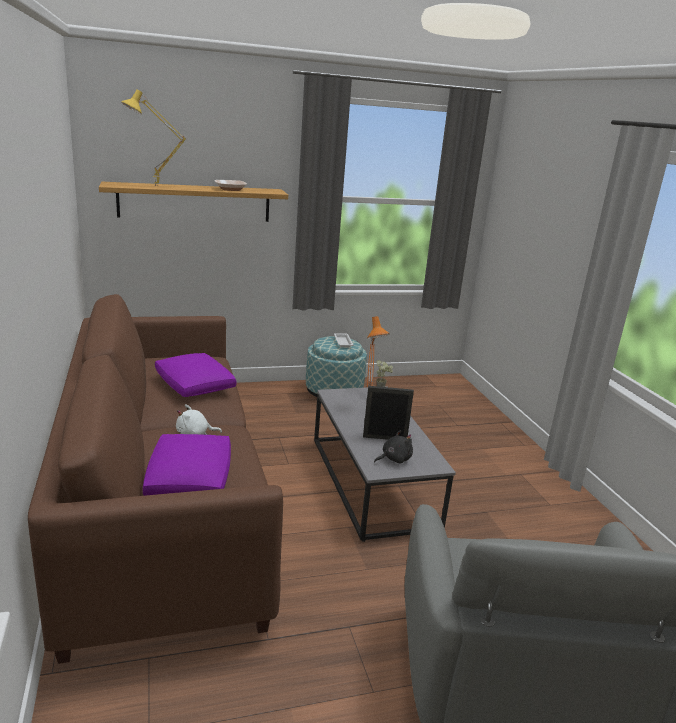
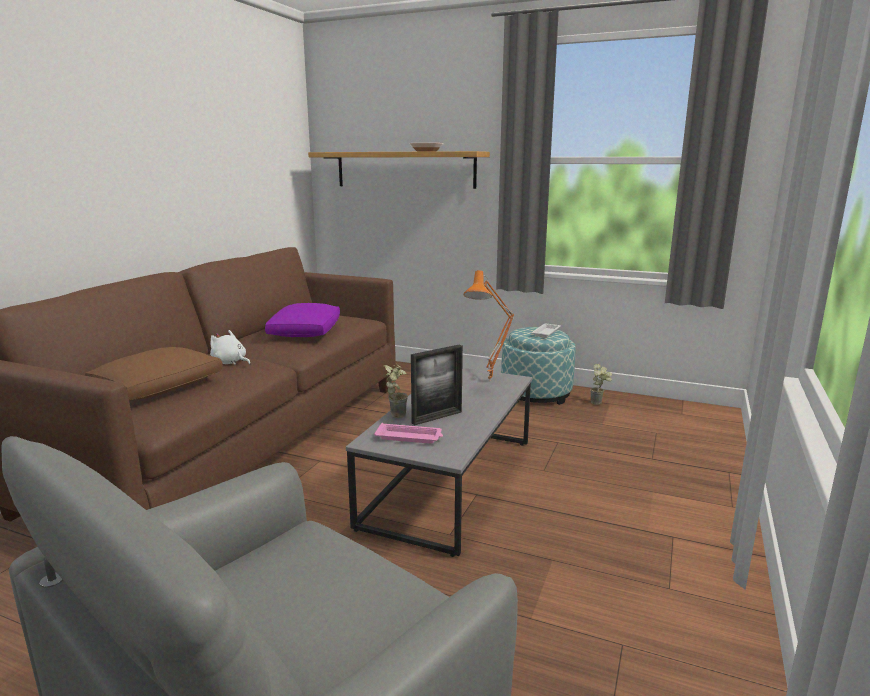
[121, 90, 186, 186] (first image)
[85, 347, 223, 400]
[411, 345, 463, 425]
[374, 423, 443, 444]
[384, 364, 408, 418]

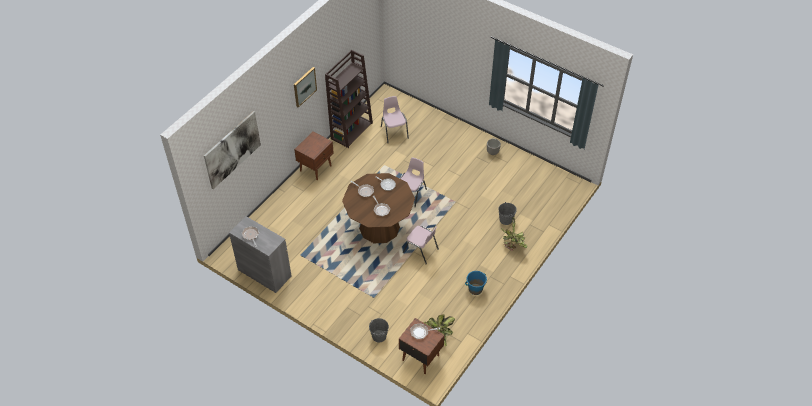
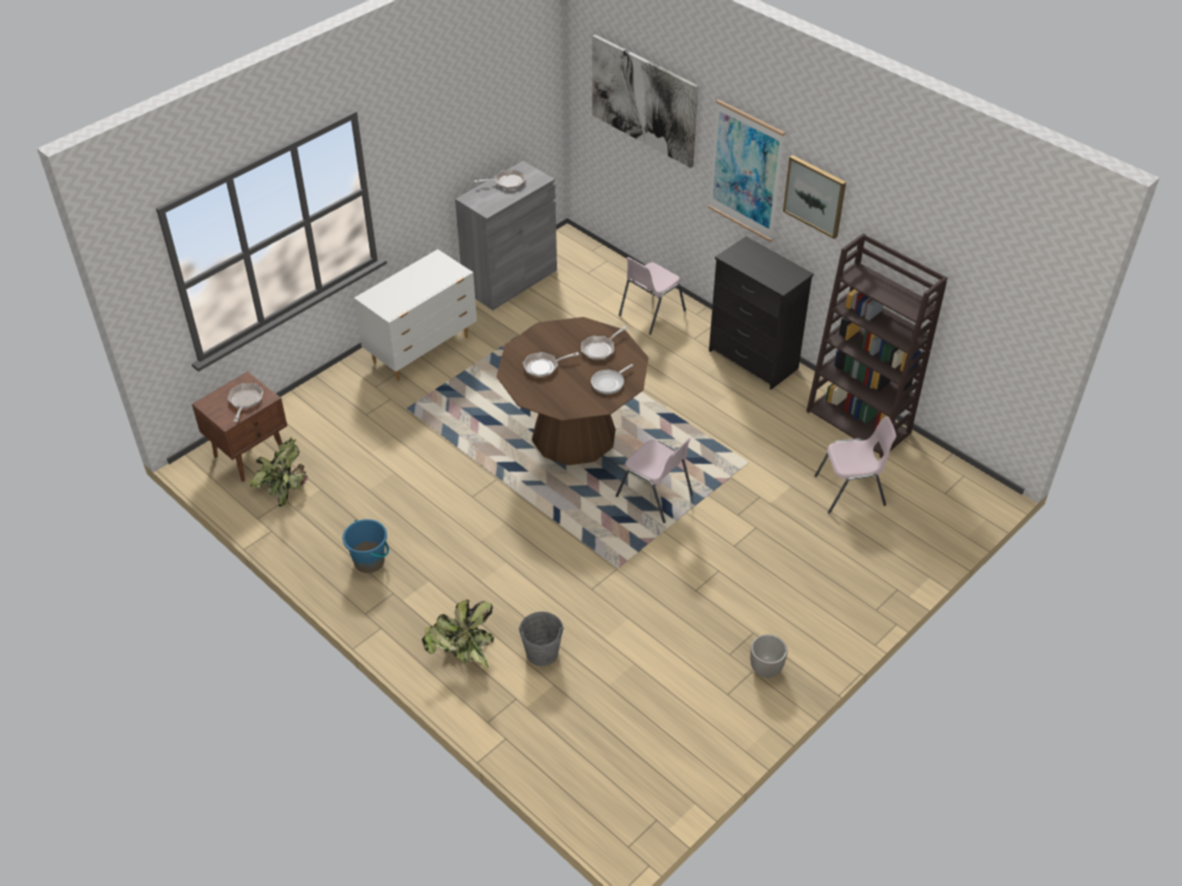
[709, 236, 814, 390]
[369, 318, 389, 342] (first image)
[619, 257, 686, 335]
[354, 249, 477, 381]
[708, 99, 785, 242]

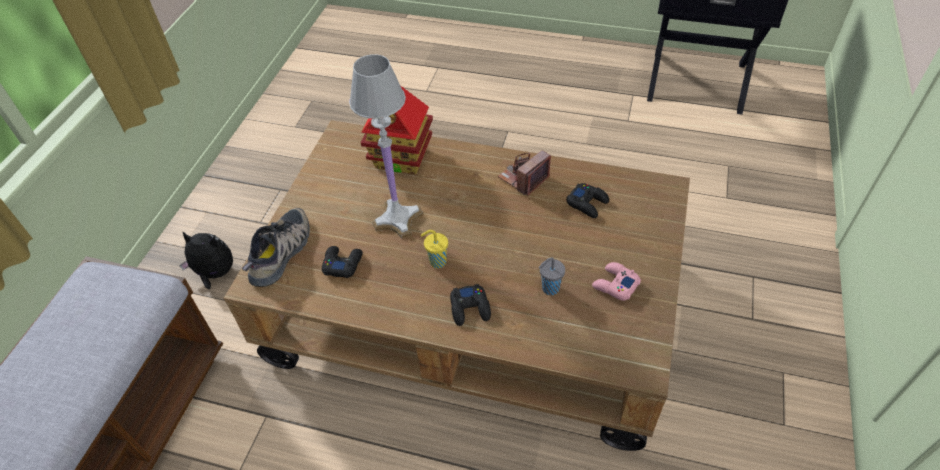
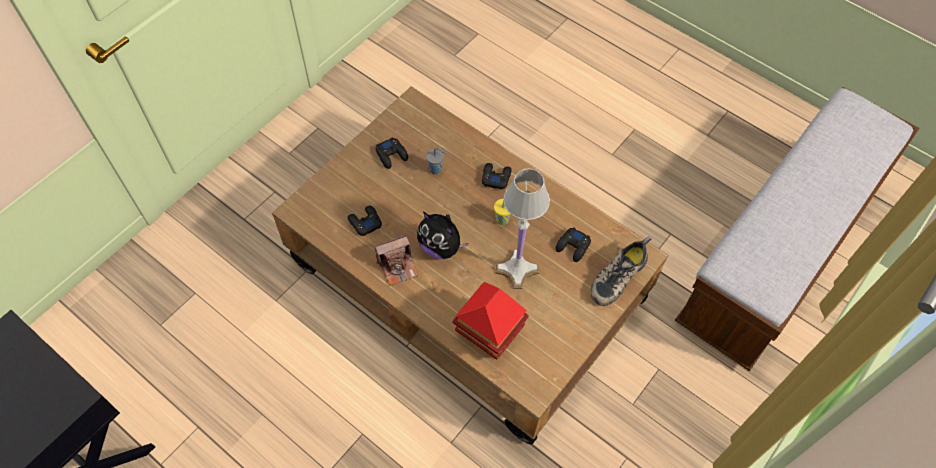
[417, 212, 468, 259]
[375, 137, 408, 169]

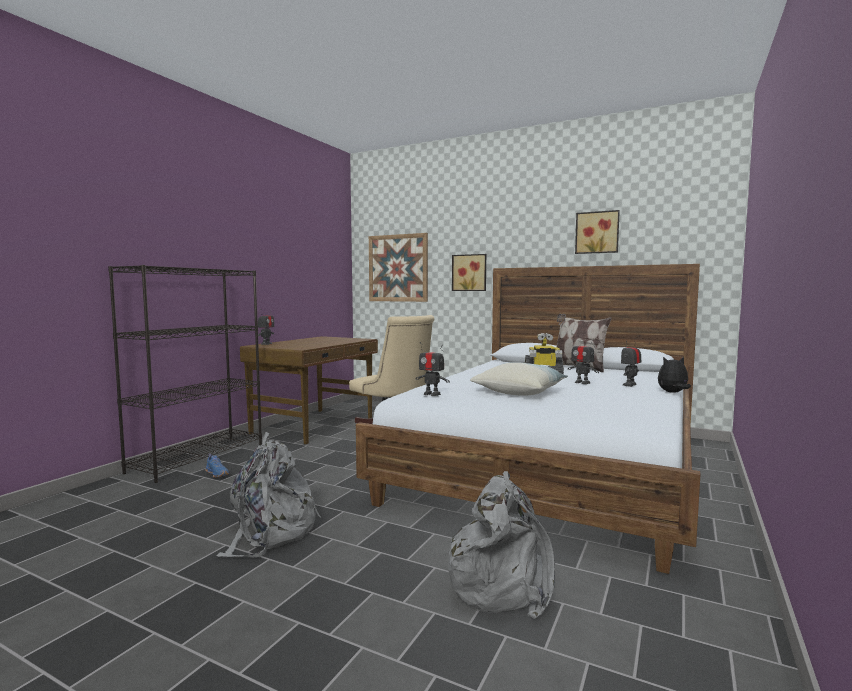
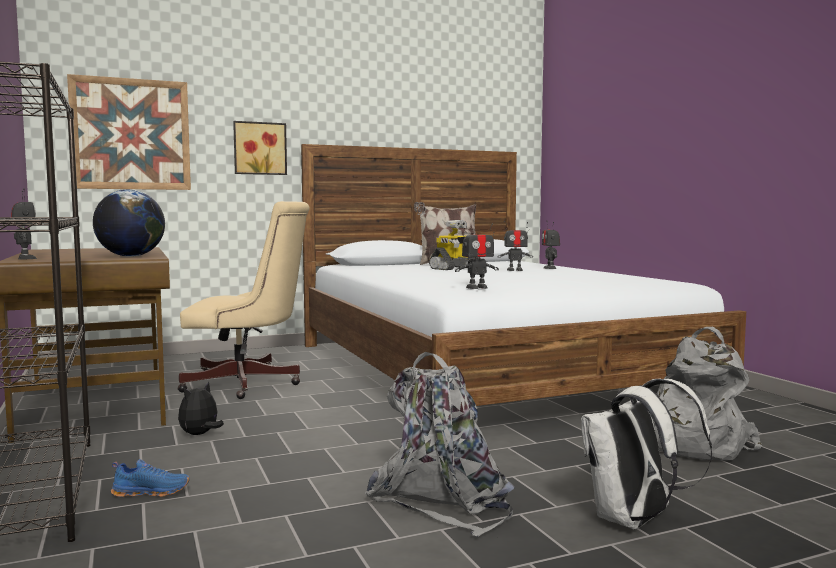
[470, 362, 568, 396] (first image)
[575, 210, 620, 254] (first image)
[178, 382, 224, 435]
[93, 190, 165, 257]
[581, 379, 712, 529]

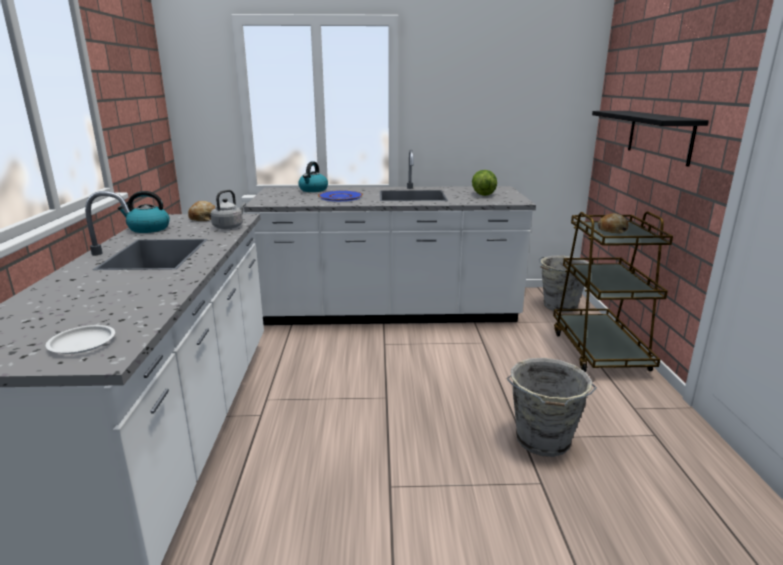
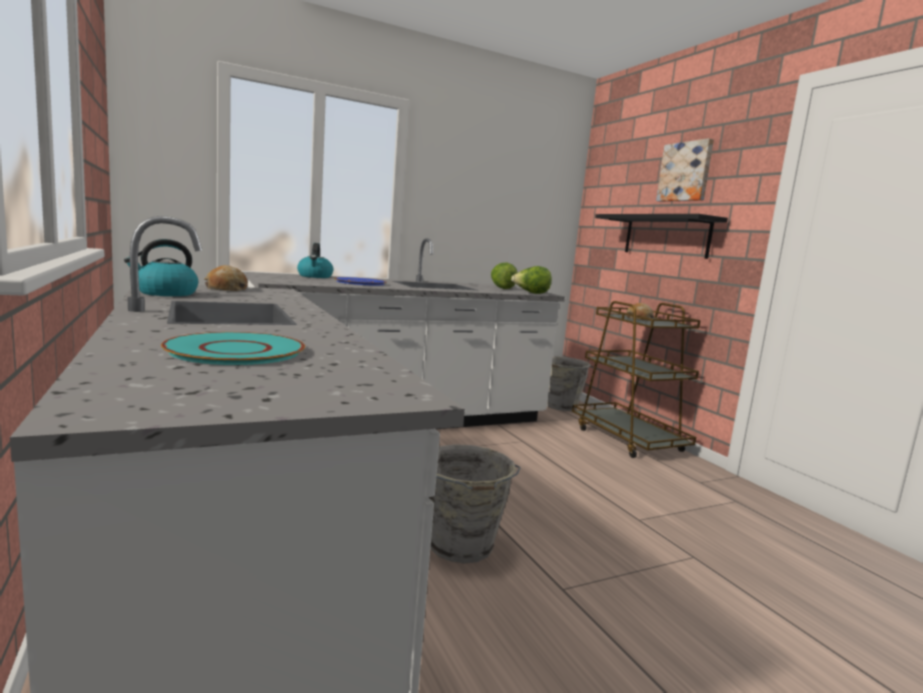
[46, 325, 115, 354] (first image)
[211, 190, 246, 229] (first image)
[429, 444, 521, 563]
[161, 332, 305, 365]
[511, 266, 552, 294]
[656, 138, 714, 202]

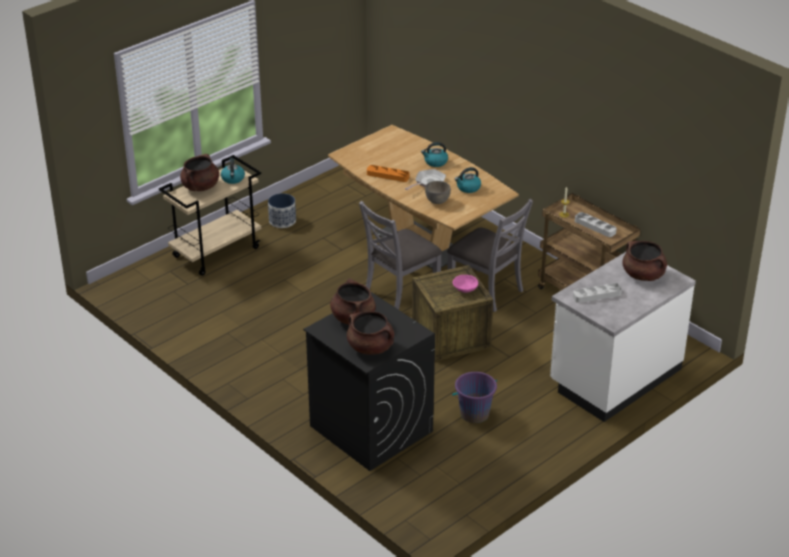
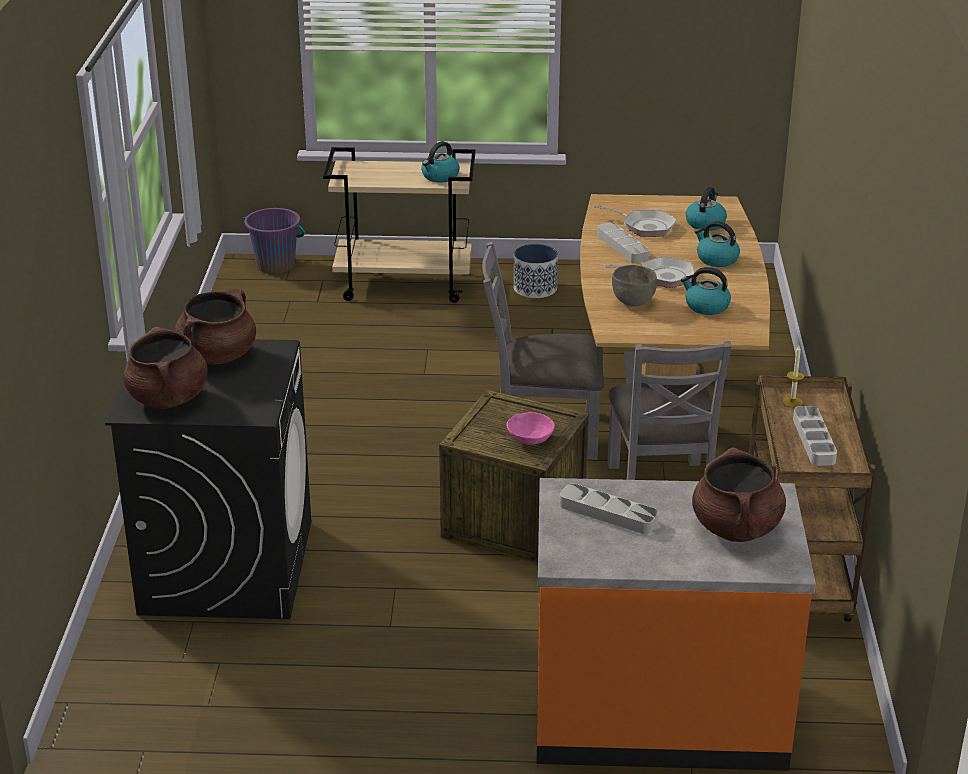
[180, 154, 219, 191] (first image)
[597, 222, 649, 263]
[243, 208, 305, 274]
[537, 478, 816, 771]
[594, 204, 677, 237]
[686, 186, 727, 231]

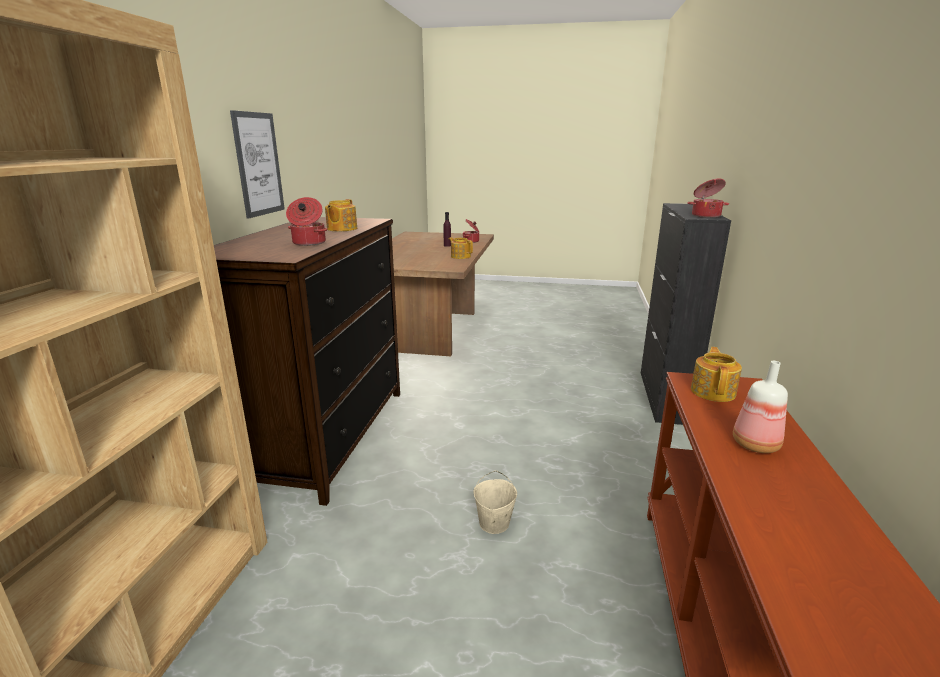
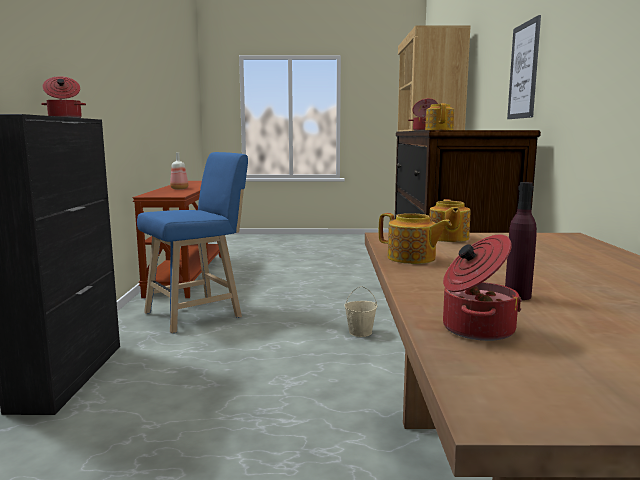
[345, 286, 377, 337]
[429, 199, 470, 242]
[137, 152, 248, 333]

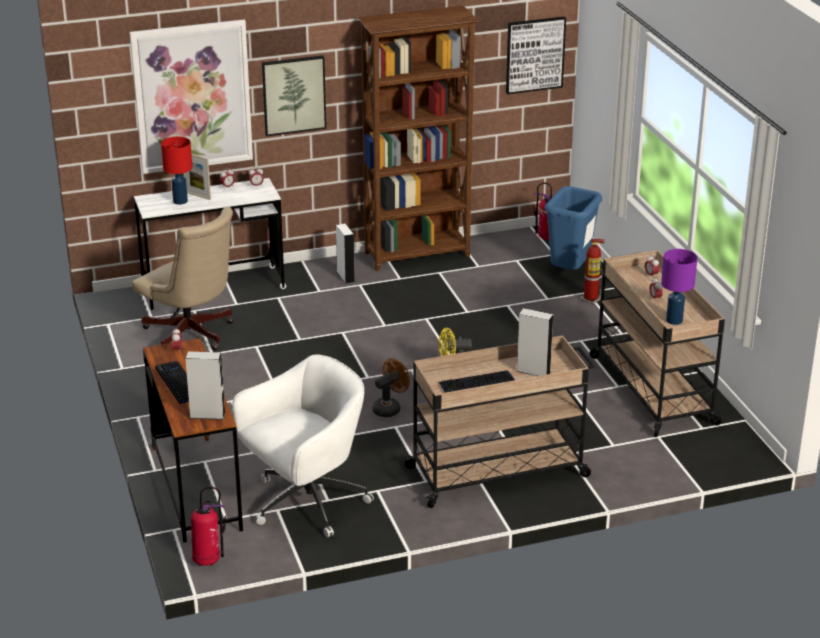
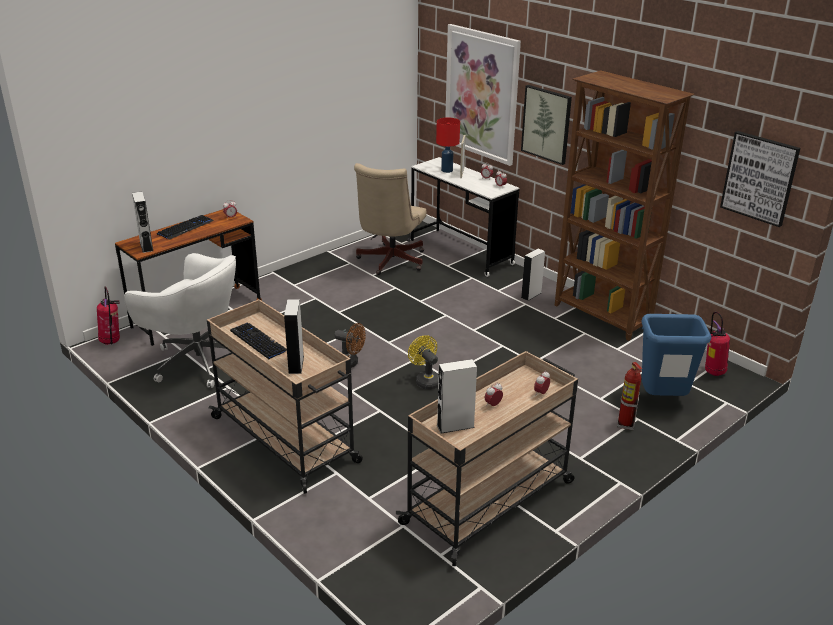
[437, 359, 477, 433]

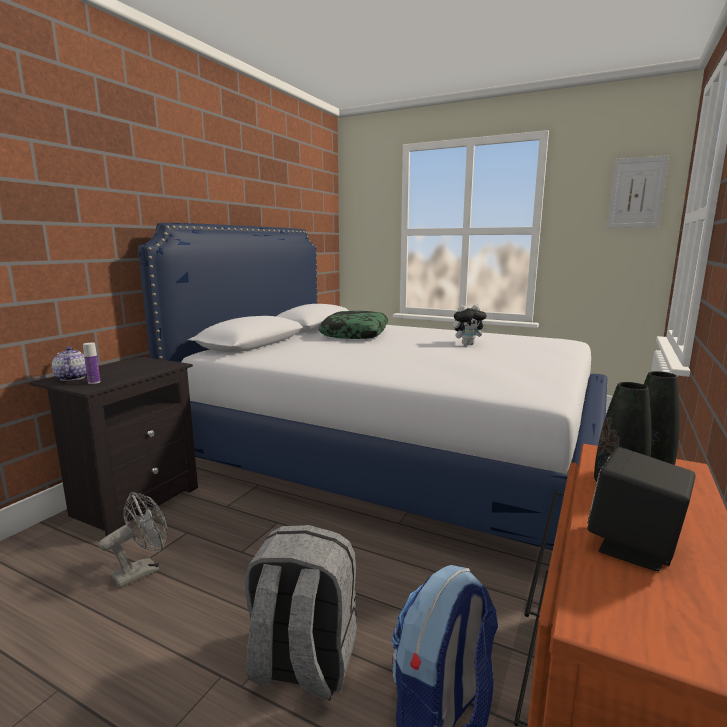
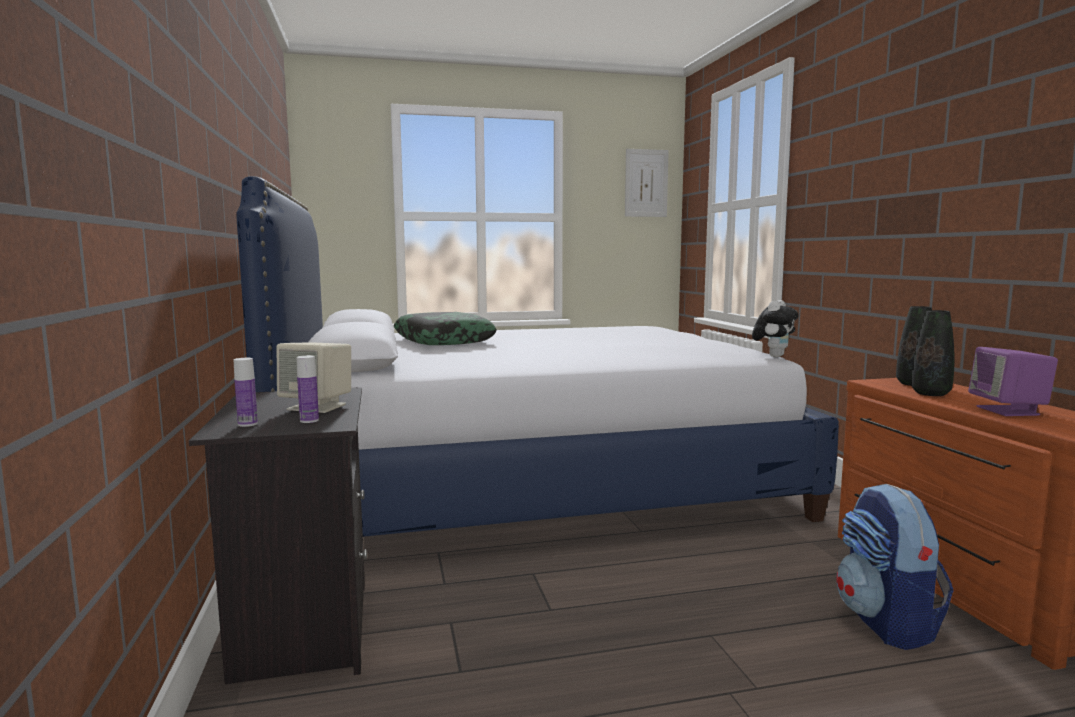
[234, 358, 258, 427]
[99, 492, 168, 588] (first image)
[245, 525, 357, 700] (first image)
[752, 300, 799, 357]
[968, 347, 1058, 416]
[276, 342, 351, 413]

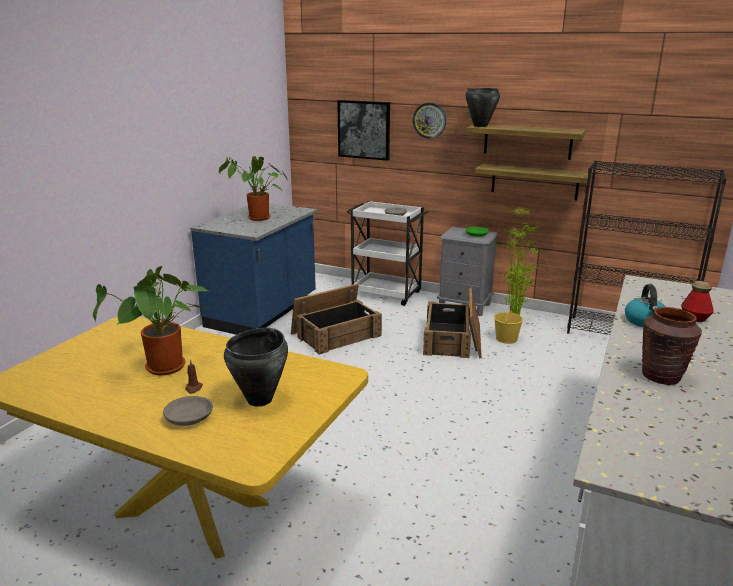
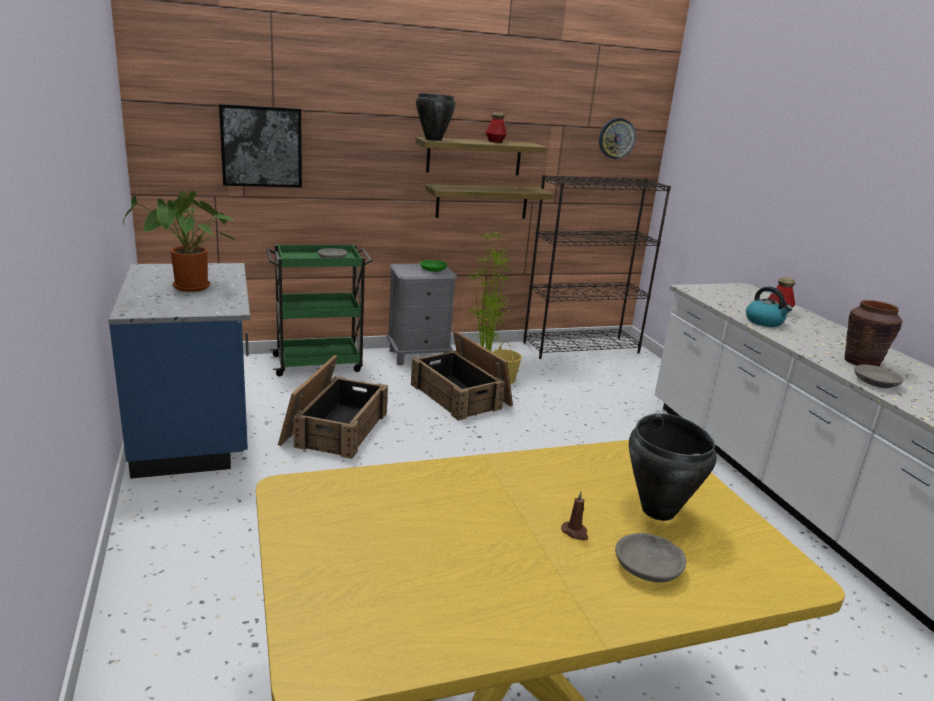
[93, 266, 208, 375] (first image)
[266, 244, 372, 376]
[599, 118, 636, 159]
[486, 112, 507, 143]
[854, 364, 904, 388]

